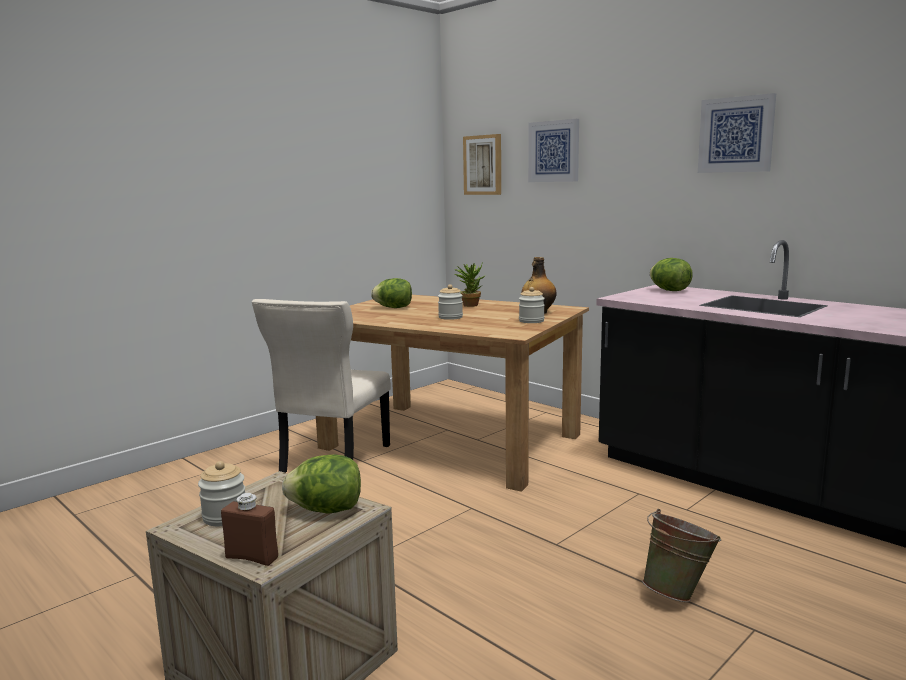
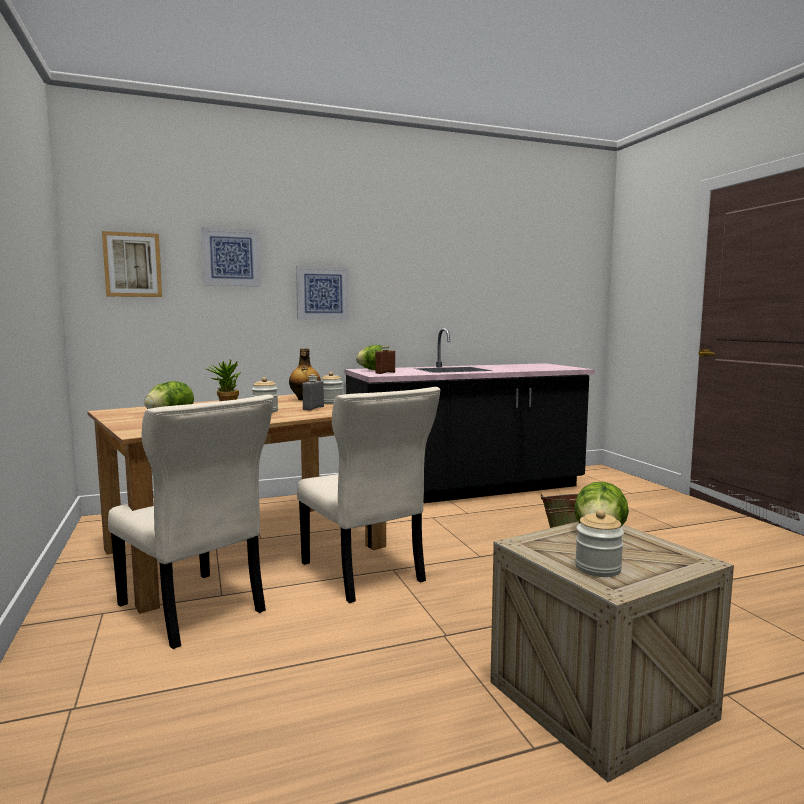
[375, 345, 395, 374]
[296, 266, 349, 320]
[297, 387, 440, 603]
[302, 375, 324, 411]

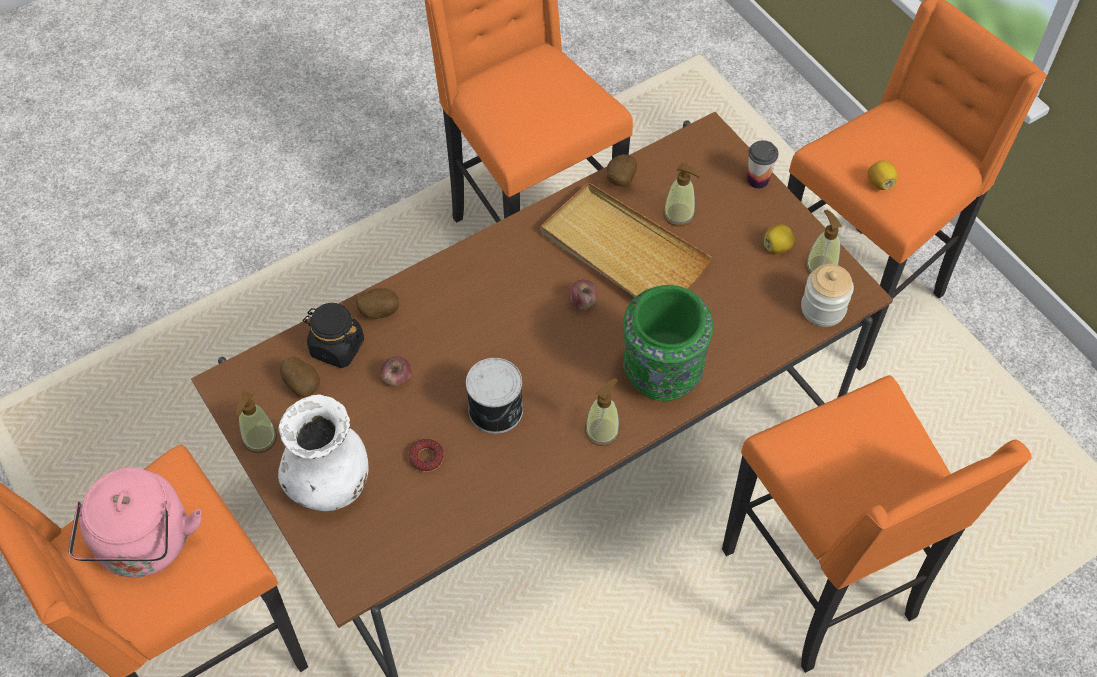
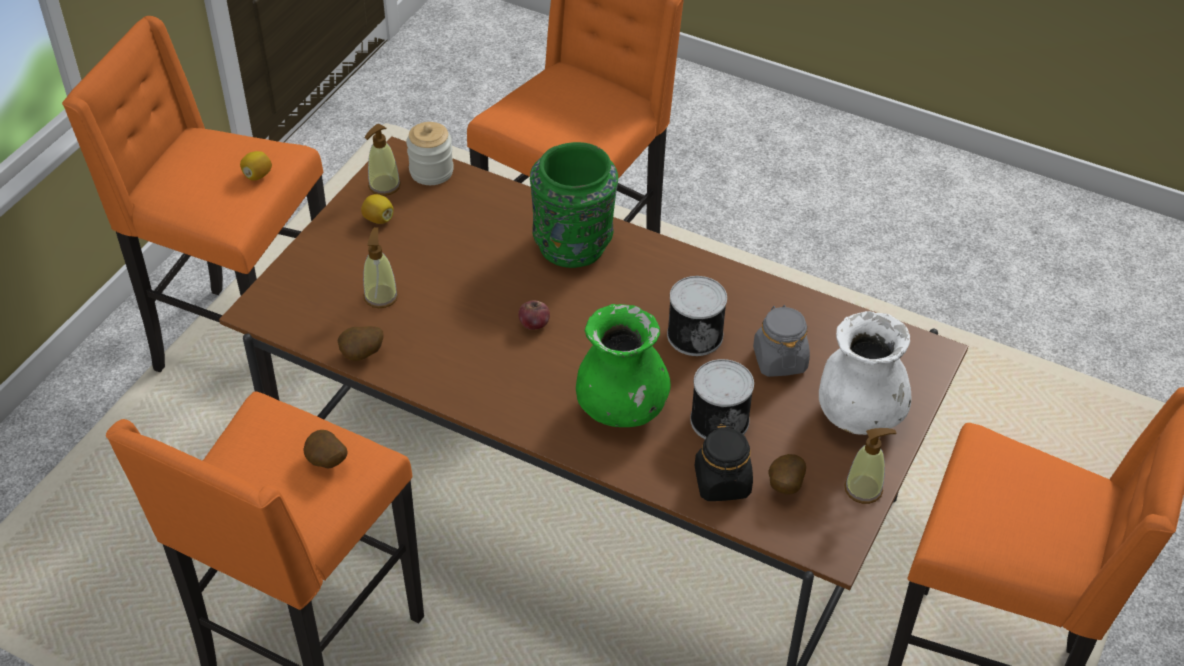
[68, 468, 201, 578] (first image)
[303, 430, 347, 468]
[690, 359, 754, 439]
[753, 305, 810, 377]
[541, 182, 712, 297] (first image)
[585, 378, 620, 446] (first image)
[747, 140, 778, 189] (first image)
[576, 304, 671, 427]

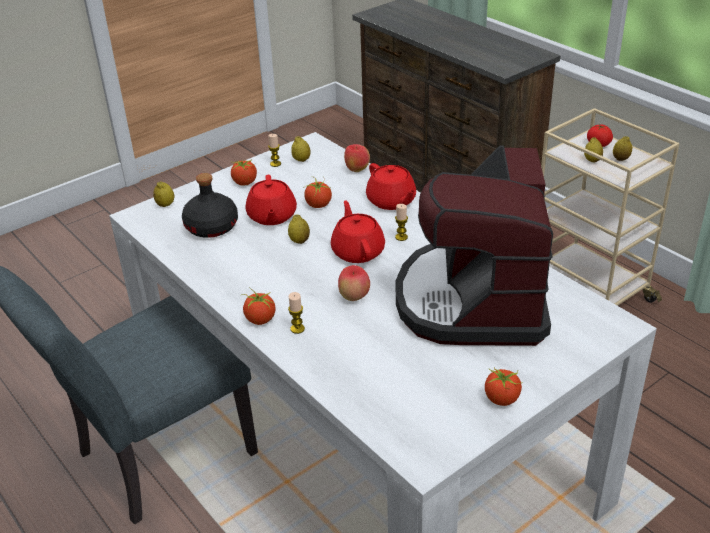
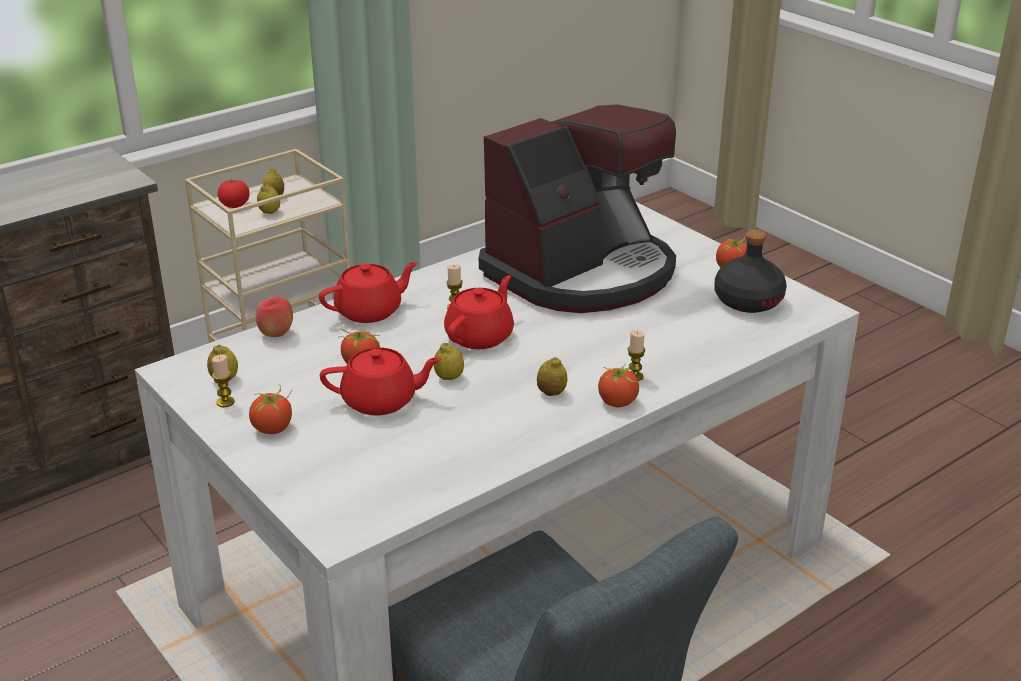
[537, 357, 567, 396]
[714, 229, 787, 313]
[444, 275, 514, 349]
[338, 265, 370, 301] (first image)
[479, 104, 676, 313]

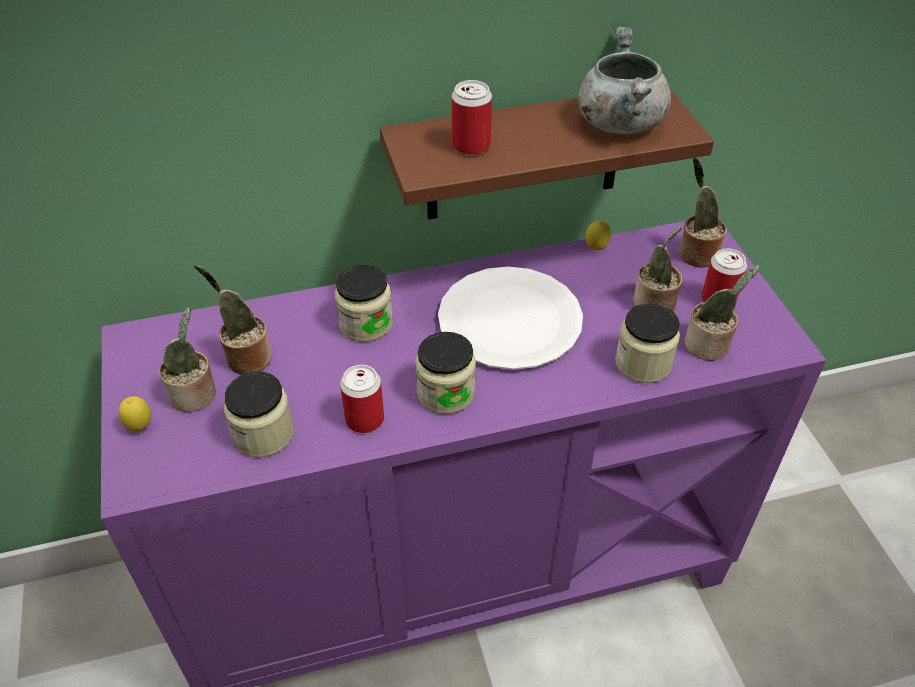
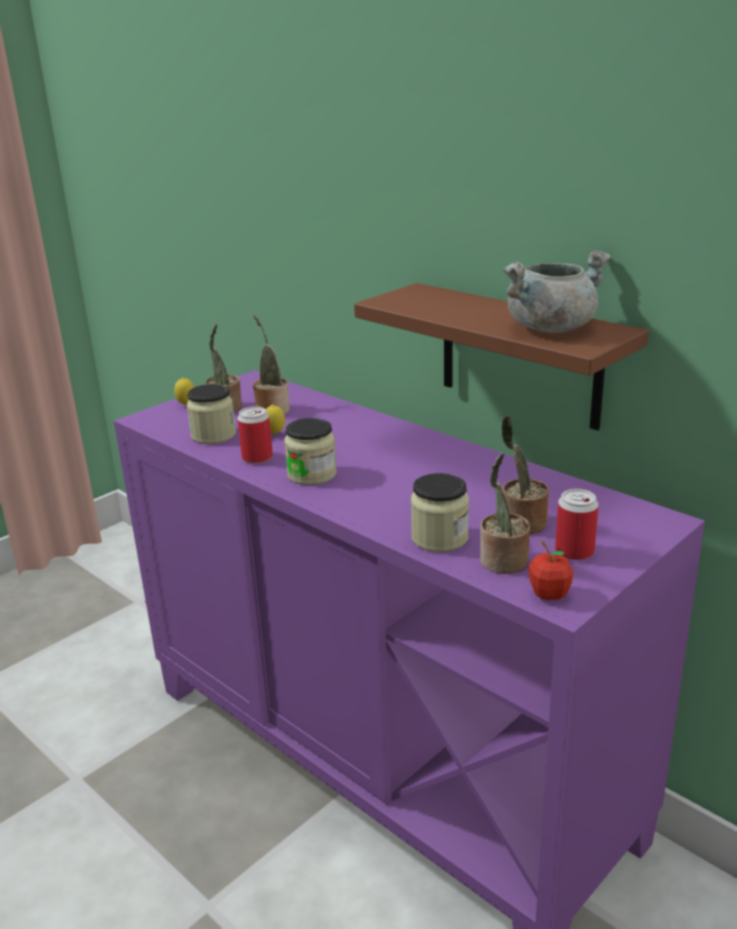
[335, 265, 393, 342] (first image)
[438, 266, 583, 370] (first image)
[452, 80, 492, 155] (first image)
[266, 405, 285, 435]
[679, 158, 727, 268] (first image)
[529, 541, 573, 600]

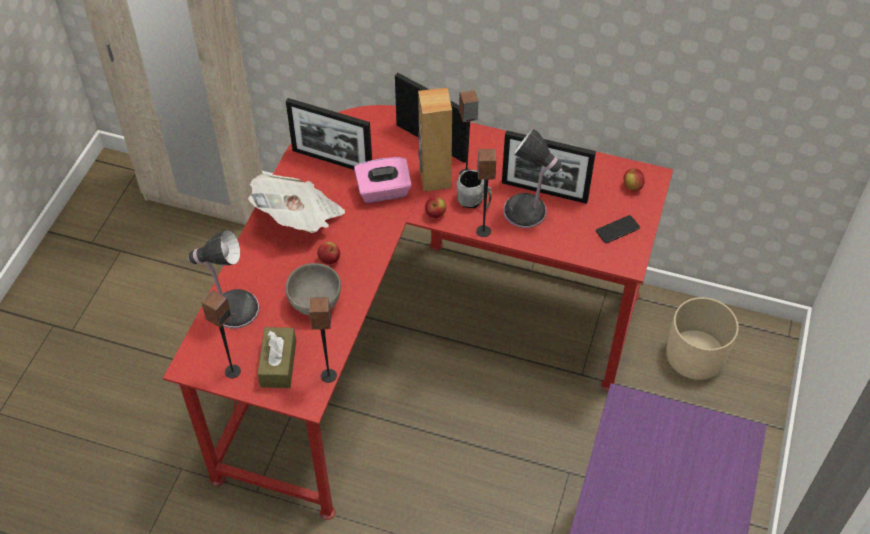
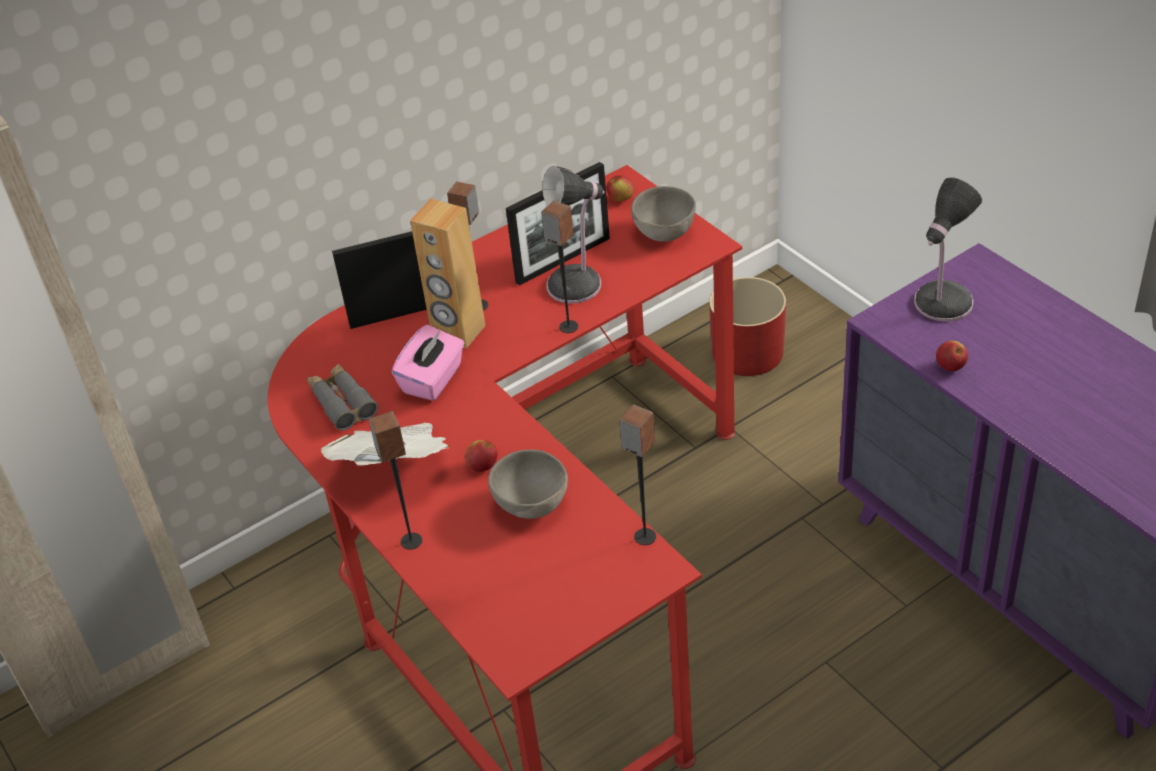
[914, 177, 982, 322]
[369, 411, 422, 550]
[257, 327, 296, 388] (first image)
[307, 364, 378, 431]
[936, 341, 968, 371]
[456, 170, 492, 209] (first image)
[631, 186, 696, 242]
[709, 277, 786, 376]

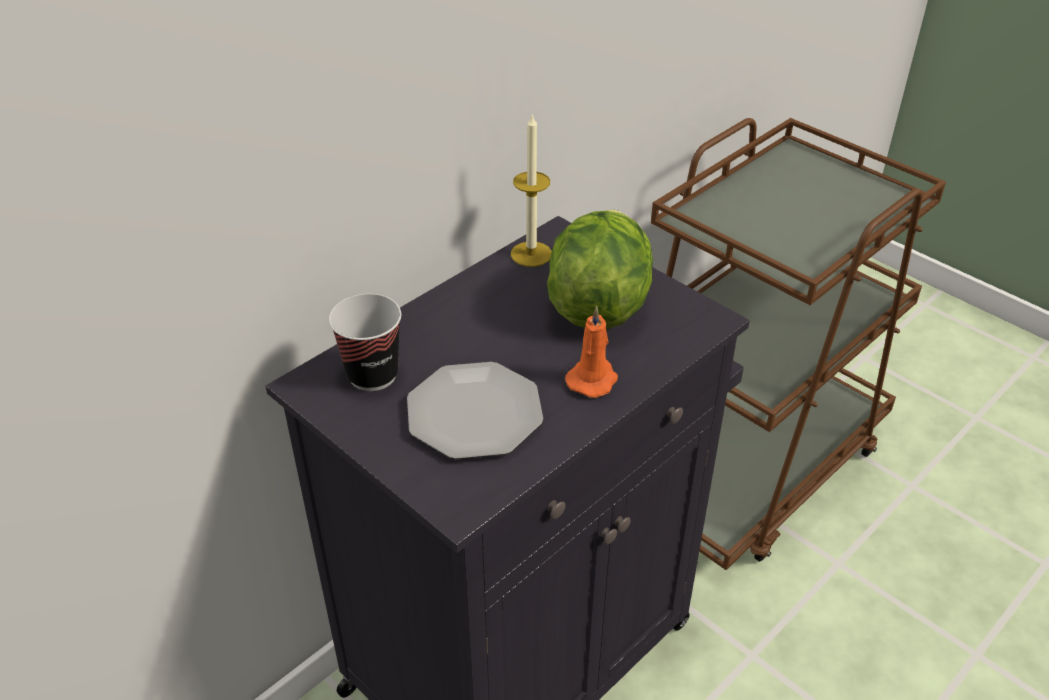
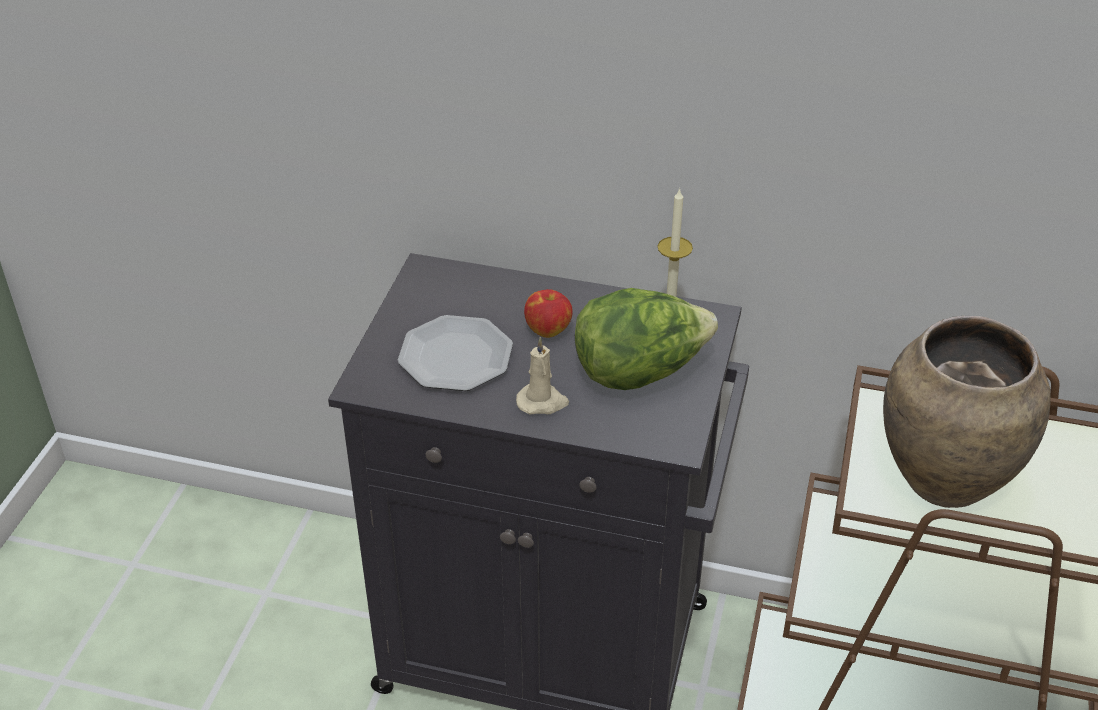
[329, 294, 401, 391] (first image)
[516, 337, 569, 414]
[524, 289, 573, 338]
[883, 316, 1051, 508]

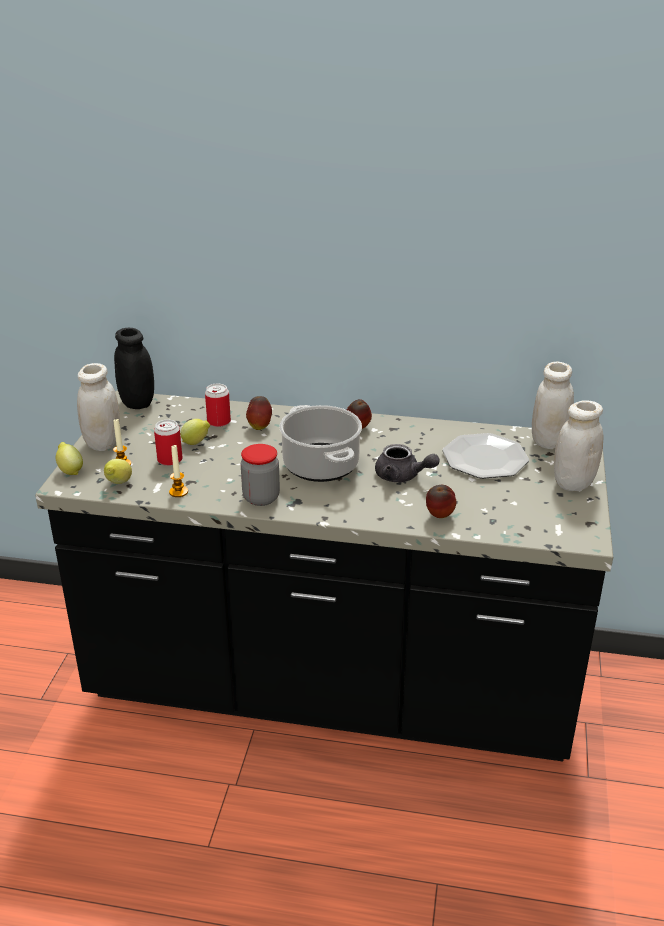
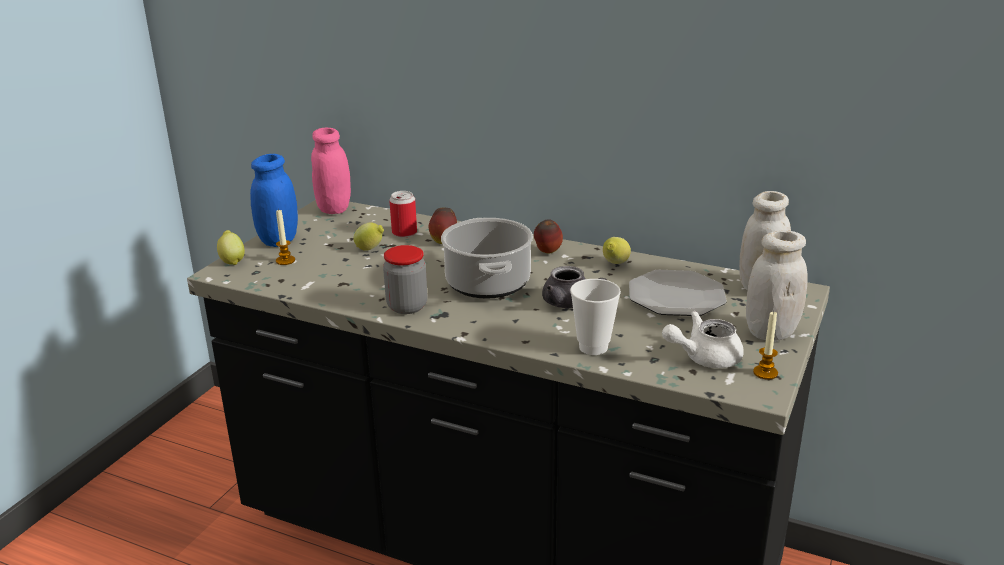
[250, 154, 298, 247]
[603, 237, 631, 264]
[311, 128, 351, 214]
[154, 420, 183, 466] (first image)
[753, 311, 778, 380]
[570, 279, 621, 355]
[662, 311, 744, 368]

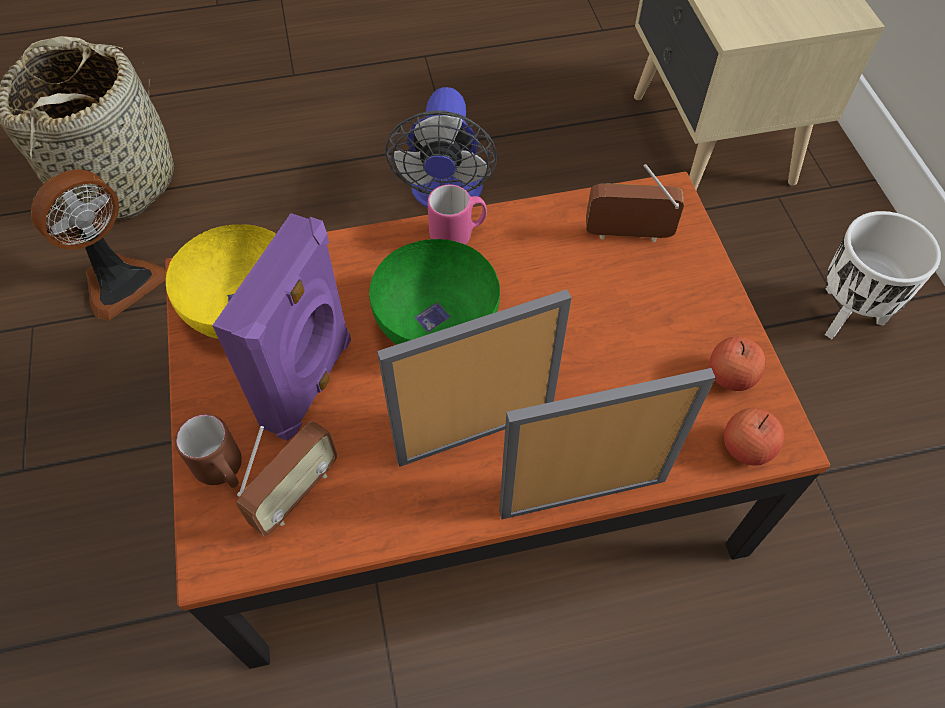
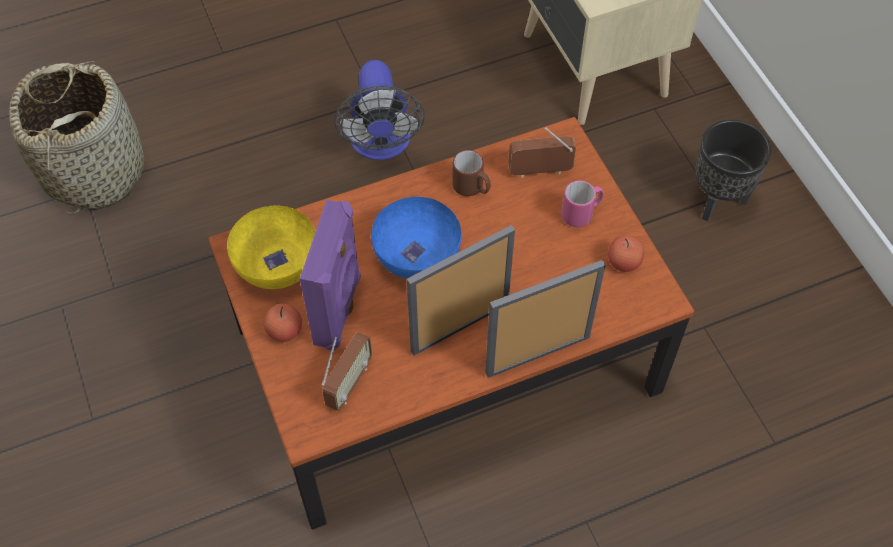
[31, 169, 166, 320] (first image)
[452, 150, 491, 196]
[371, 197, 461, 279]
[561, 181, 604, 227]
[264, 304, 302, 342]
[695, 120, 771, 222]

